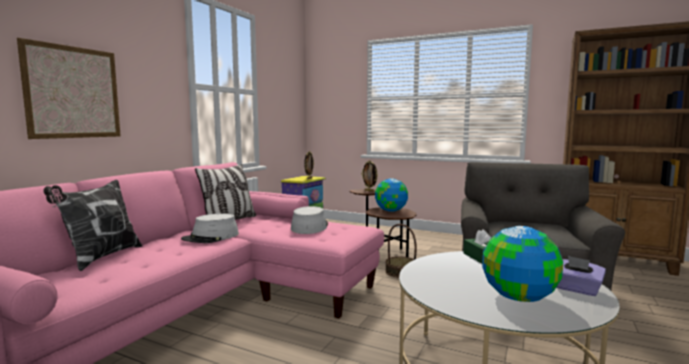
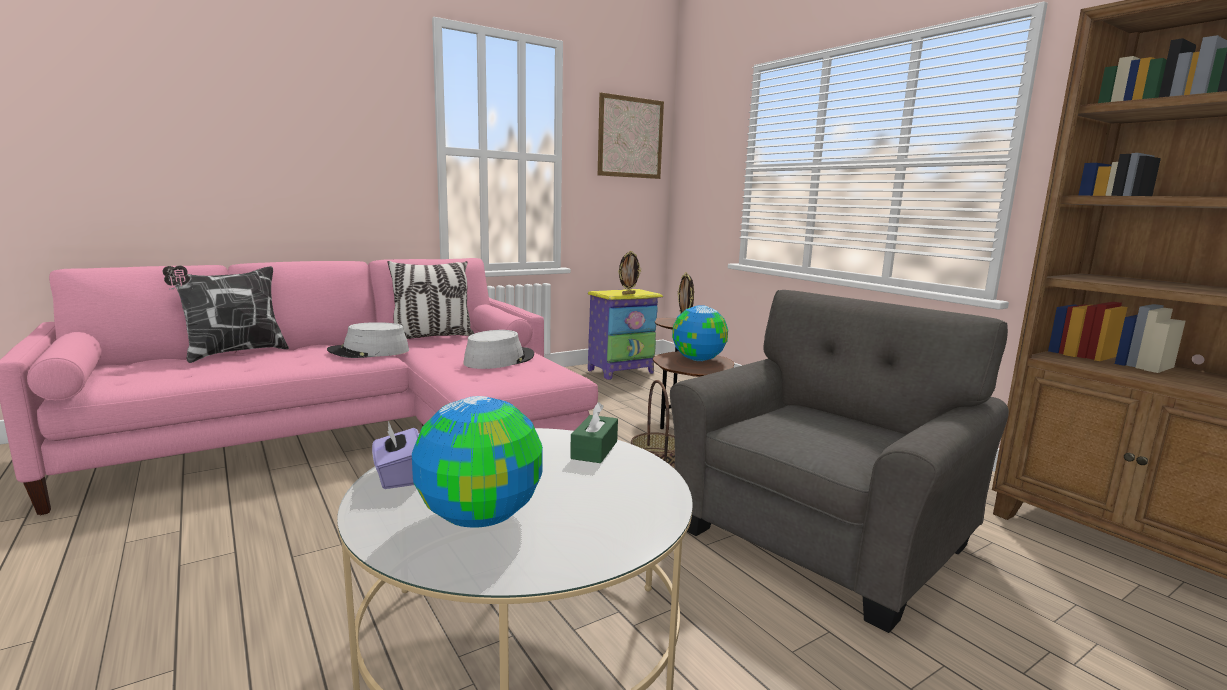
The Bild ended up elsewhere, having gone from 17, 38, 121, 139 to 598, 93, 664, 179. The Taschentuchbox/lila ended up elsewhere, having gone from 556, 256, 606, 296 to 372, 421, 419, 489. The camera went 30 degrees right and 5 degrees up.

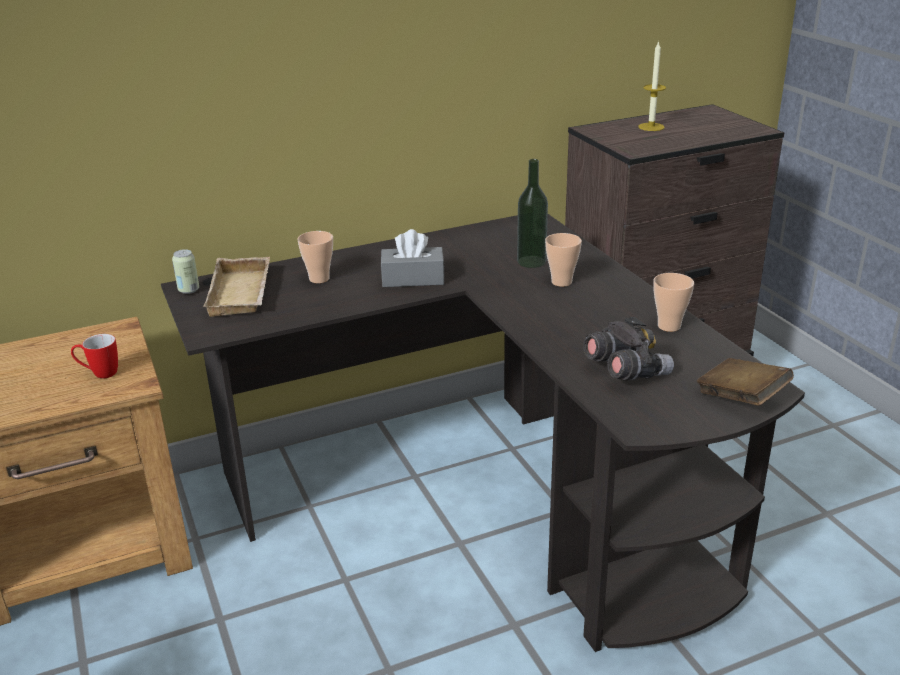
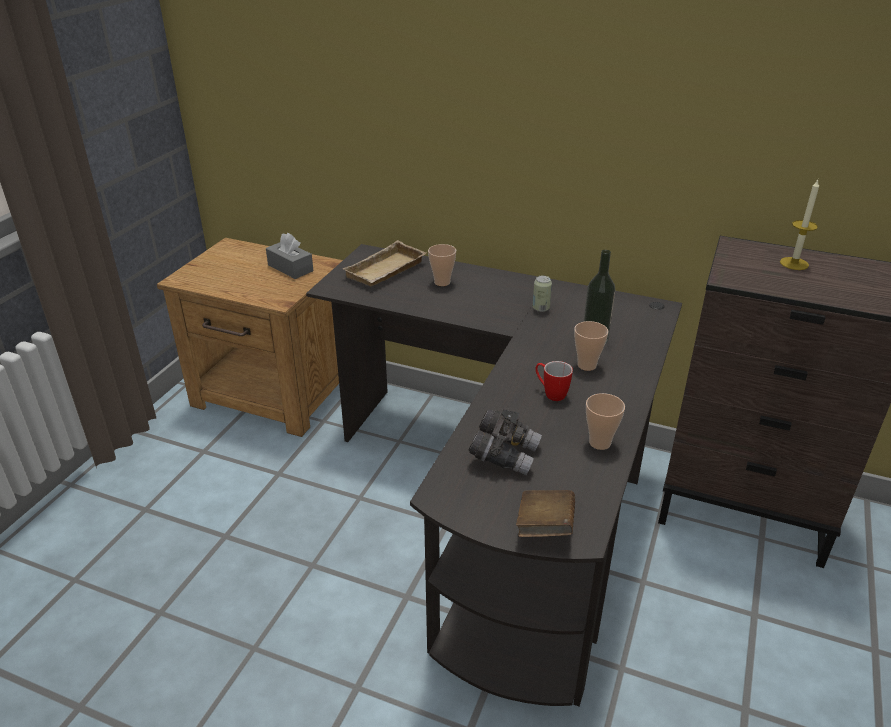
The Henkelbecher ended up elsewhere, having gone from 71, 334, 118, 378 to 535, 361, 573, 401. The Dose ended up elsewhere, having gone from 172, 249, 199, 294 to 532, 275, 552, 312. The Taschentuchbox/grau ended up elsewhere, having gone from 381, 229, 445, 287 to 266, 233, 313, 279. The camera went 45 degrees right and 5 degrees up.

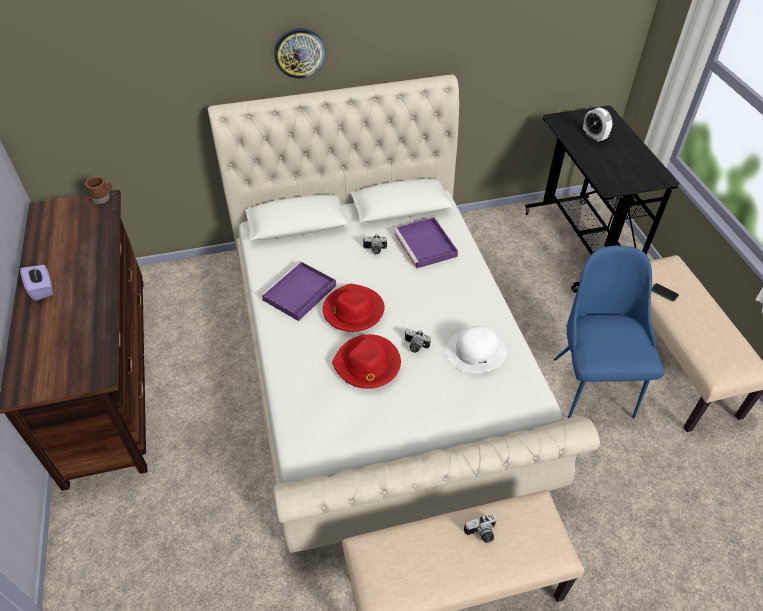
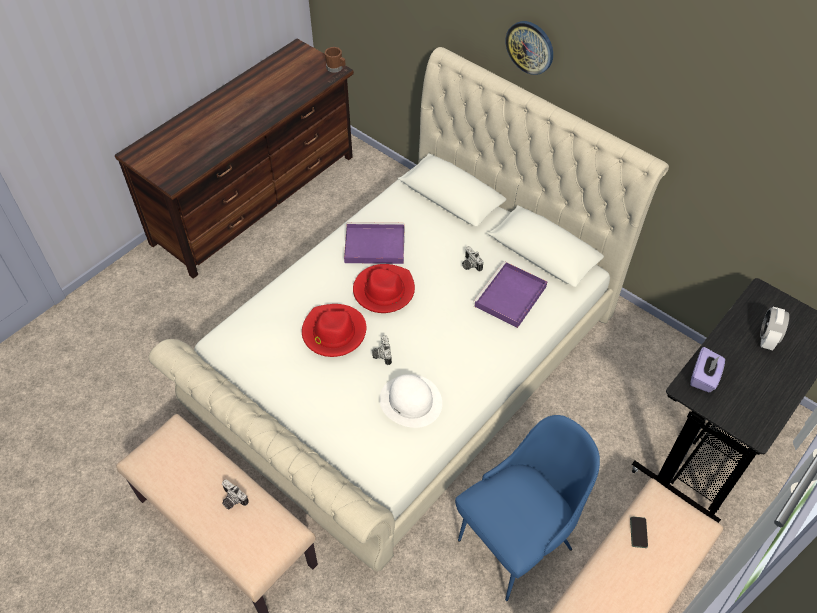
The Taschentuchbox/lila ended up elsewhere, having gone from 20, 265, 53, 301 to 690, 347, 725, 392. The camera went 55 degrees right and 5 degrees up.

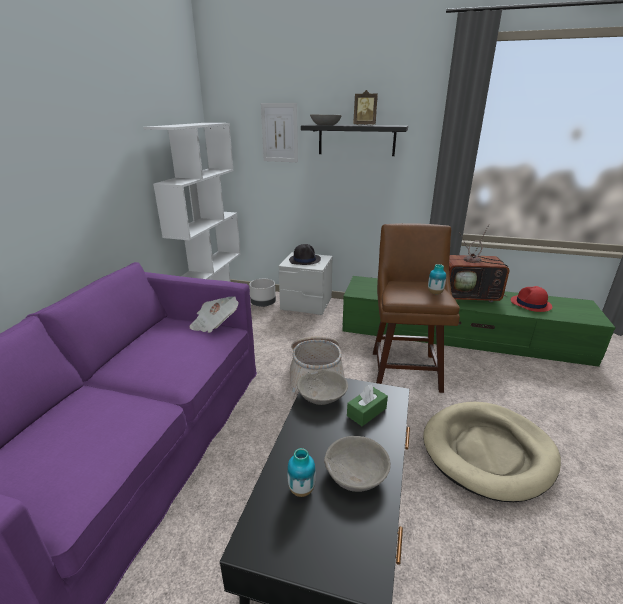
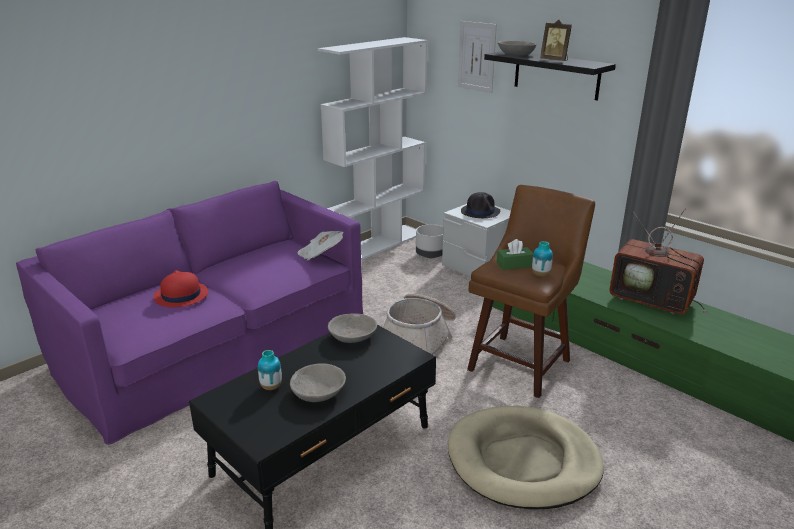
The Taschentuchbox/grün ended up elsewhere, having gone from 347, 385, 388, 426 to 497, 239, 533, 270. The Hut/rot ended up elsewhere, having gone from 511, 286, 552, 312 to 154, 270, 209, 307. The camera went 30 degrees right and 0 degrees up.

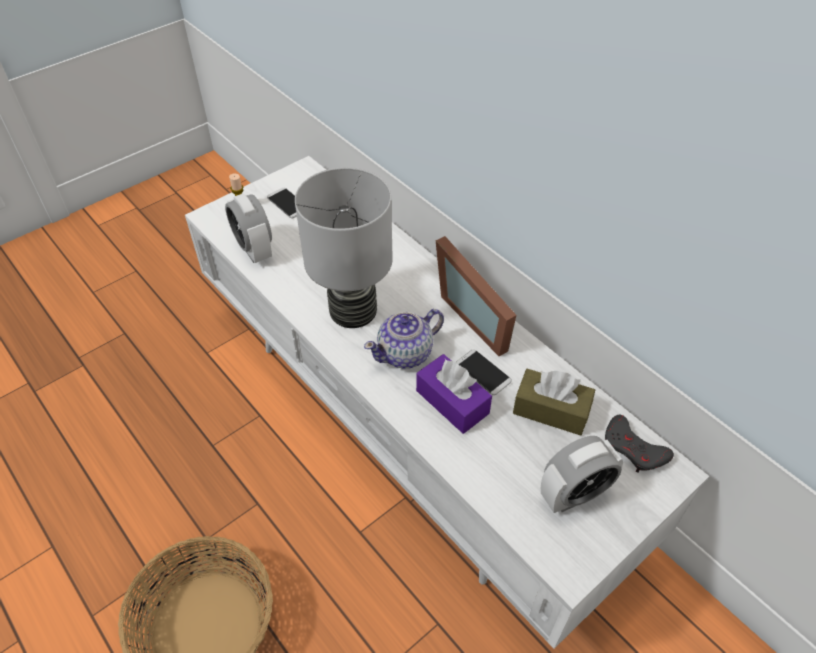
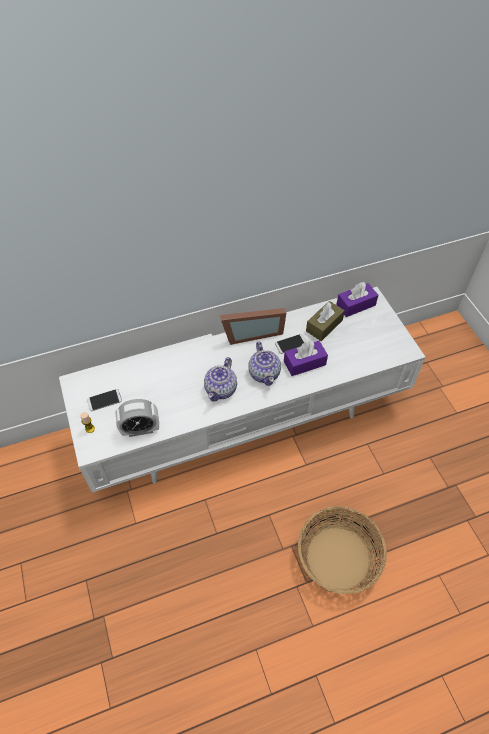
The second view lost the Wecker at 541, 436, 623, 513. Where the Tischlampe/grau stood at 295, 167, 393, 328, the Teekanne came to stand at 204, 357, 237, 402. Where the Gamepad/grau stood at 605, 415, 674, 473, the Taschentuchbox/lila came to stand at 336, 282, 378, 317. The camera went 70 degrees left and 5 degrees up.

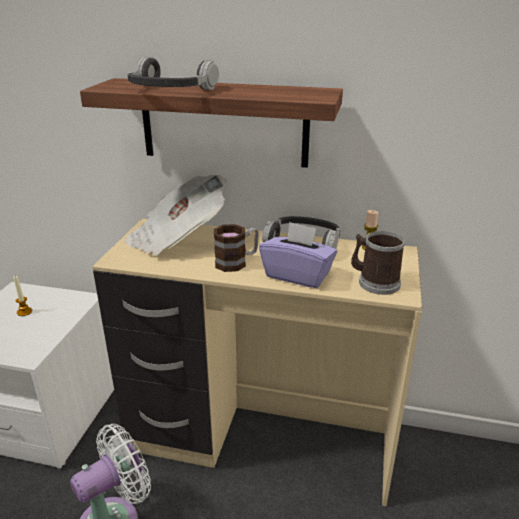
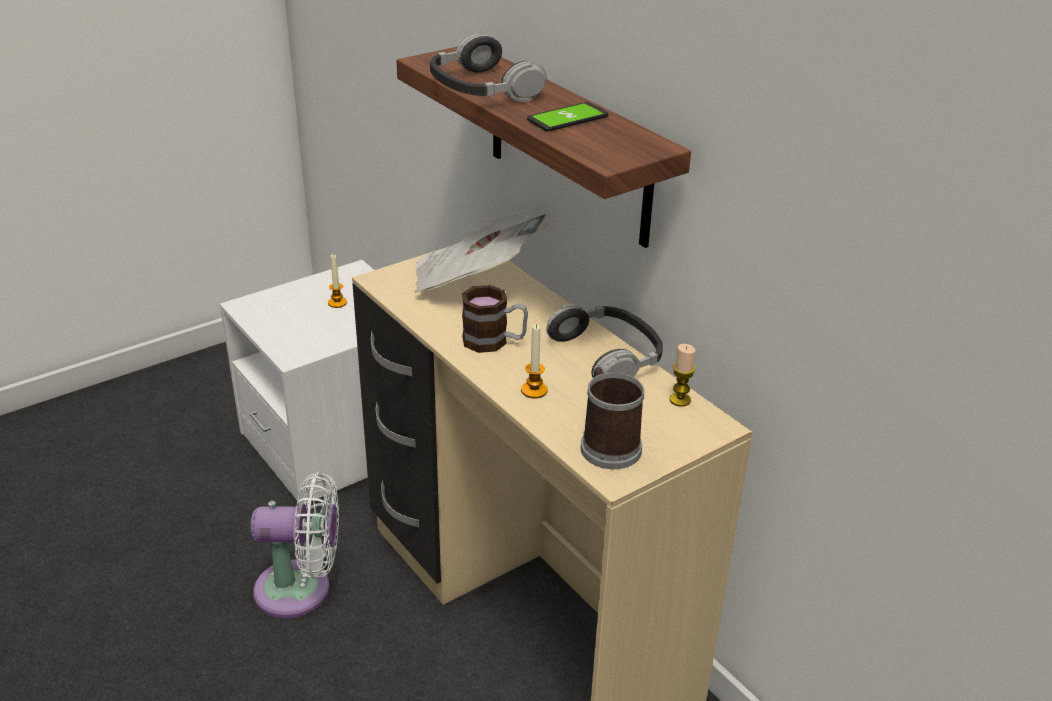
The second view gained the Handy at 527, 102, 609, 131. Where the Taschentuchbox/lila stood at 259, 222, 337, 288, the Kerze came to stand at 521, 324, 548, 398. The camera went 40 degrees right and 5 degrees up.

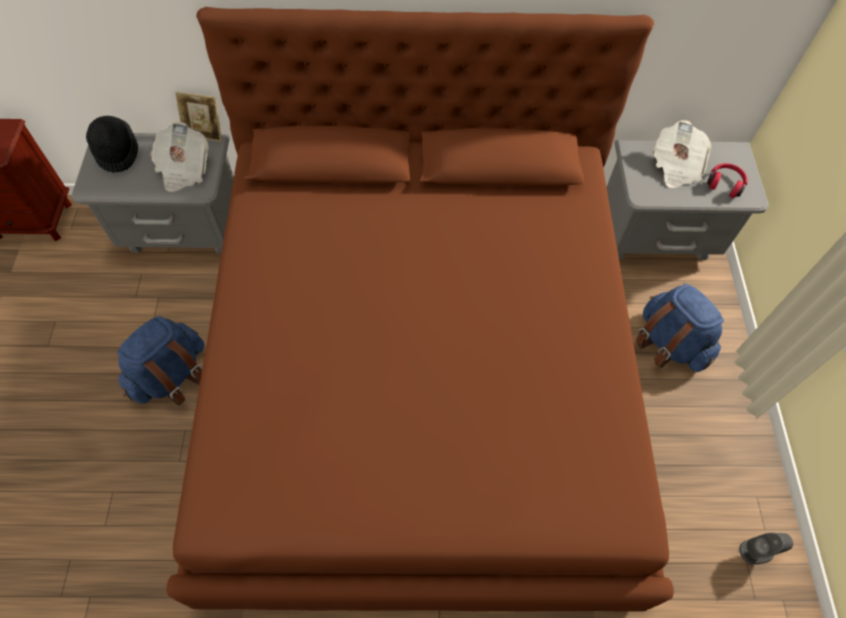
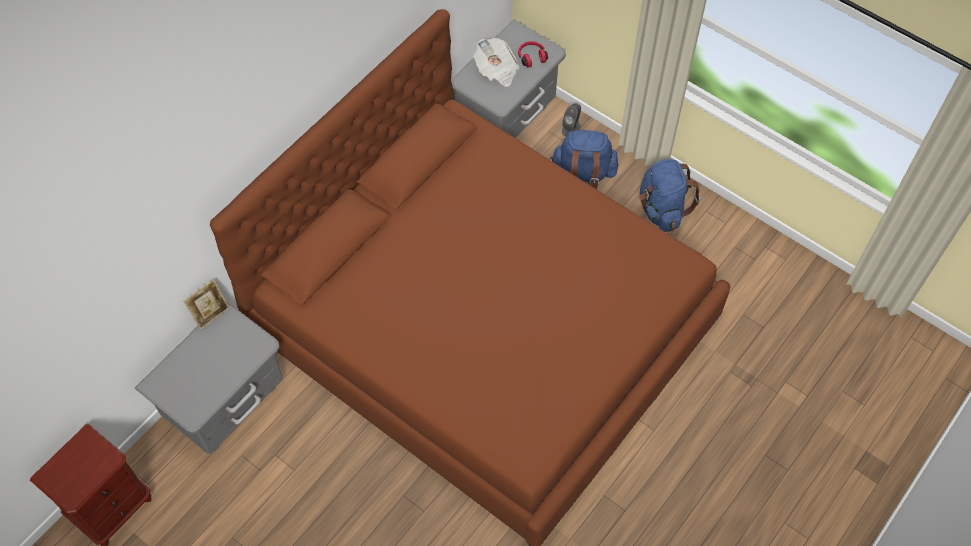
The second view lost the Hut/schwarz at 86, 116, 138, 173. The second view lost the Zeitung at 150, 122, 209, 192. The Rucksack/blau ended up elsewhere, having gone from 117, 316, 204, 406 to 639, 159, 701, 232. The Lautsprecher/grau ended up elsewhere, having gone from 739, 533, 793, 564 to 562, 103, 581, 136. The camera went 50 degrees left and 0 degrees up.

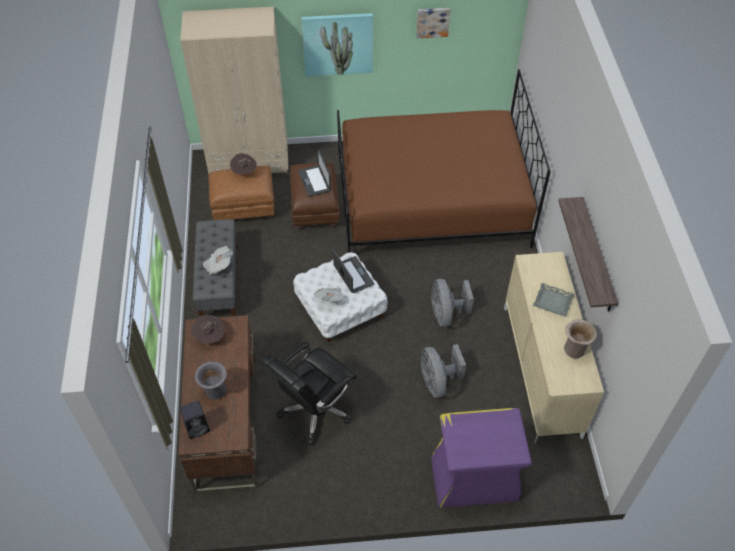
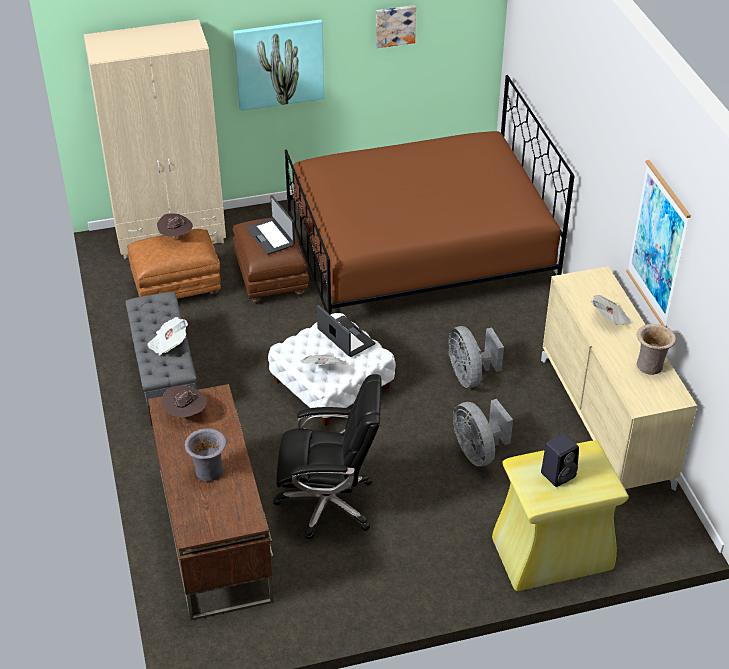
The Lautsprecher/schwarz ended up elsewhere, having gone from 180, 401, 210, 439 to 541, 433, 579, 487. Where the Tablett/grau stood at 533, 283, 574, 317, the Zeitung came to stand at 591, 295, 633, 326. Where the Wandregal hung at 558, 197, 618, 311, the Bild came to hang at 626, 160, 691, 327. What was the Nachttisch/lila at 431, 408, 532, 508 turned into the Nachttisch/gelb at 492, 440, 629, 591. The Bürostuhl/schwarz at 261, 342, 357, 445 ended up facing another way, 120 degrees counterclockwise from before. The camera went 10 degrees left and 10 degrees down.

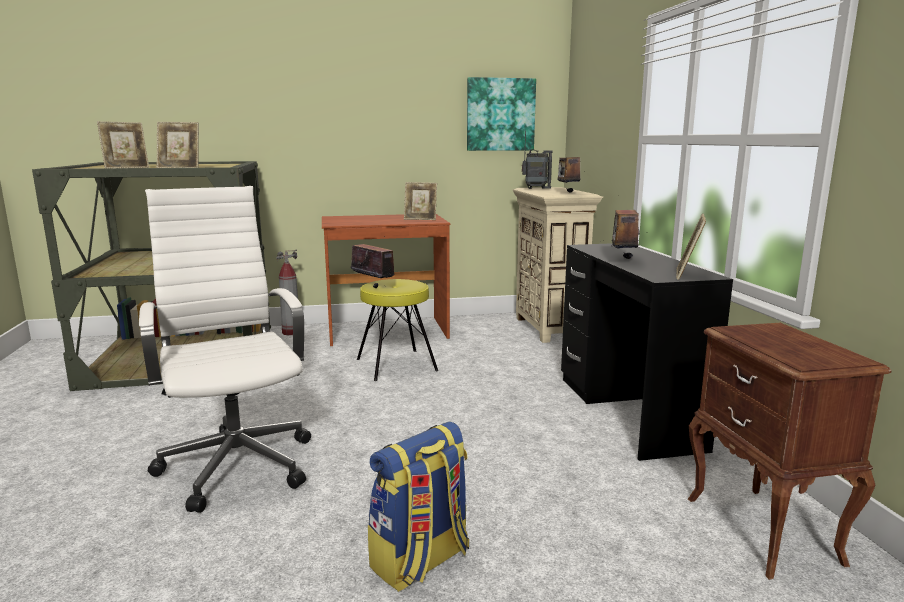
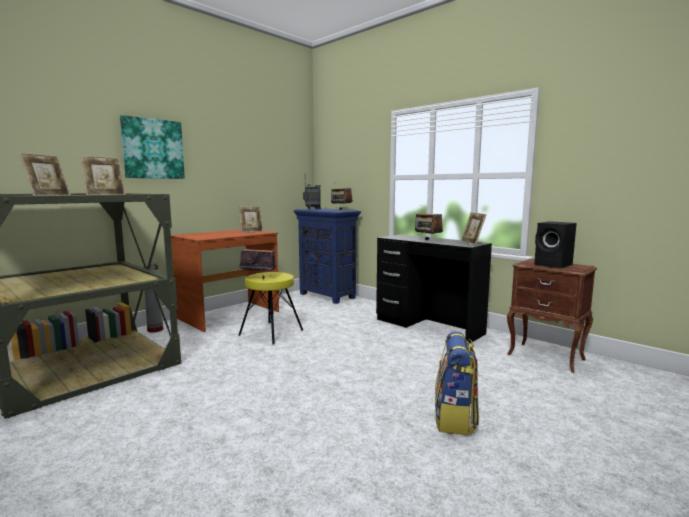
The second view lost the Bürostuhl/weiß at 139, 186, 311, 513. The second view gained the Lautsprecher/schwarz at 534, 221, 577, 268. The Bild ended up elsewhere, having gone from 467, 77, 536, 151 to 120, 115, 185, 179. What was the Schrank/beige at 512, 187, 603, 343 turned into the Schrank/blau at 293, 208, 361, 304. The camera went 35 degrees left and 5 degrees down.

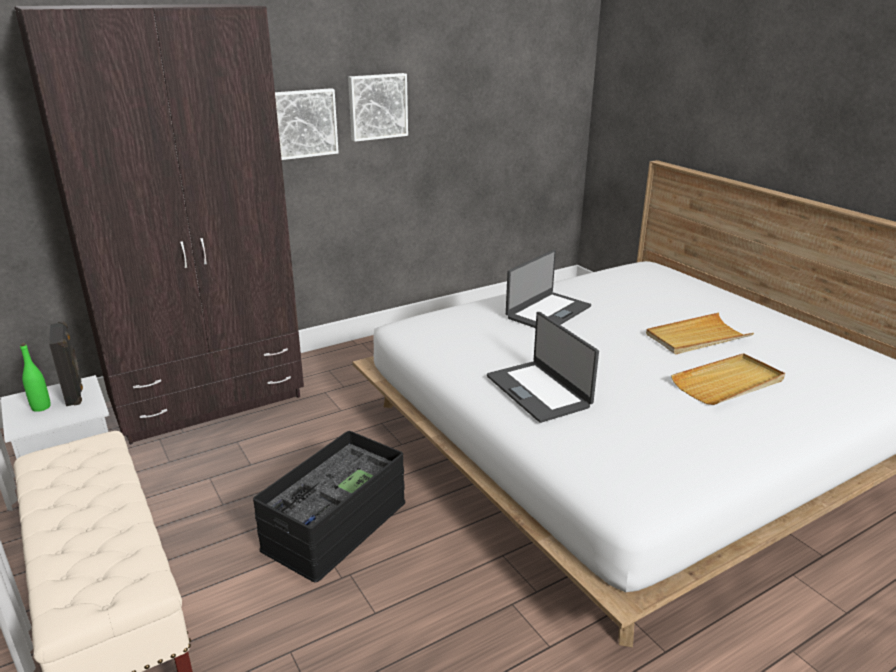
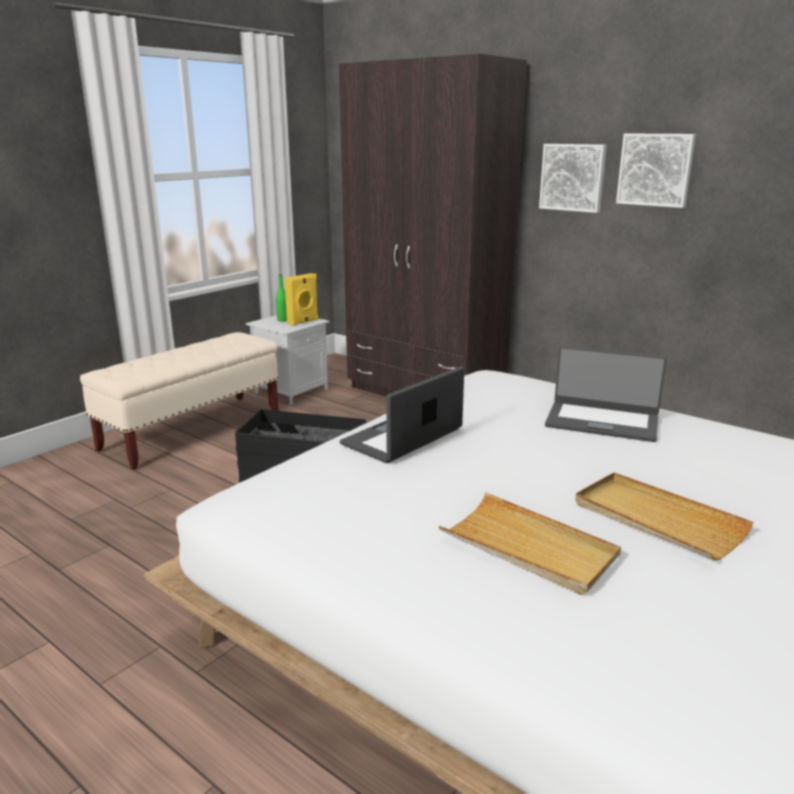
What was the Lautsprecher/schwarz at 49, 321, 83, 406 turned into the Lautsprecher/gelb at 284, 273, 318, 326. The camera went 70 degrees right and 5 degrees down.

